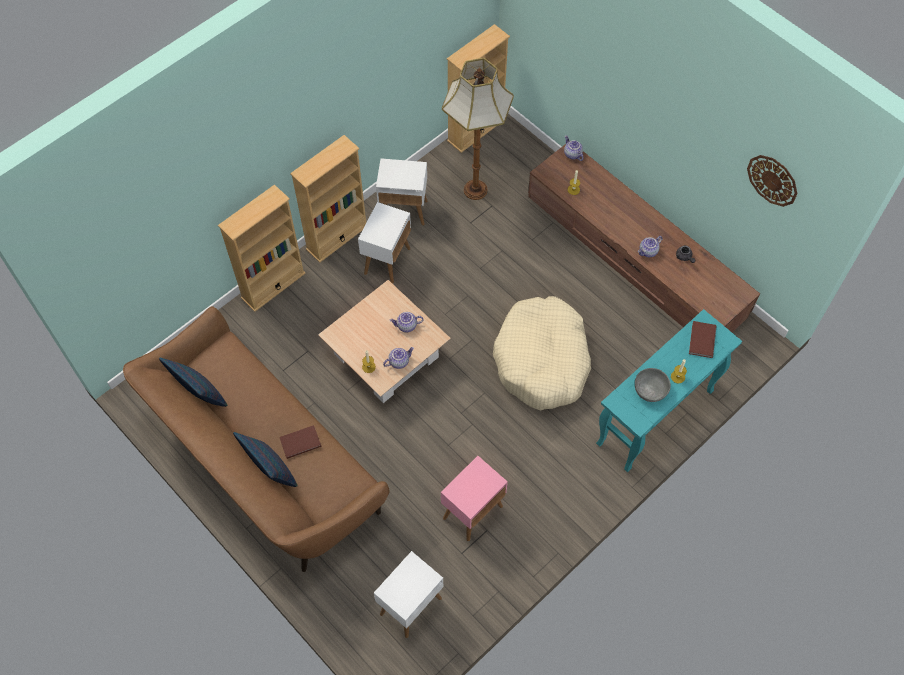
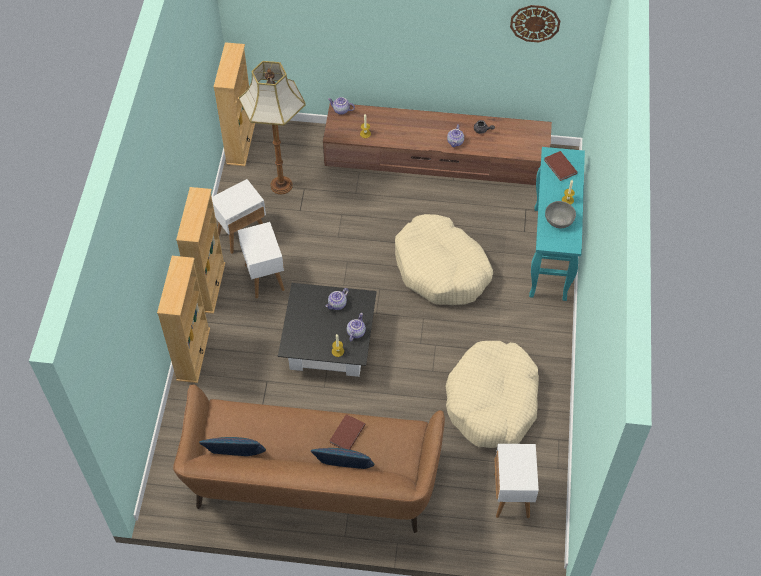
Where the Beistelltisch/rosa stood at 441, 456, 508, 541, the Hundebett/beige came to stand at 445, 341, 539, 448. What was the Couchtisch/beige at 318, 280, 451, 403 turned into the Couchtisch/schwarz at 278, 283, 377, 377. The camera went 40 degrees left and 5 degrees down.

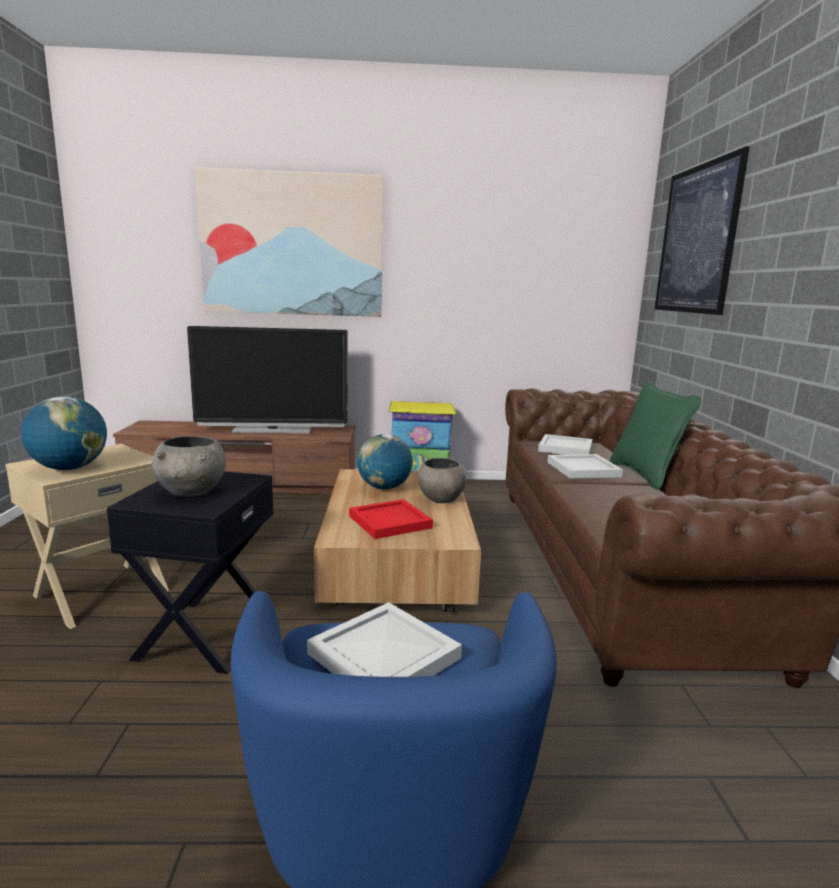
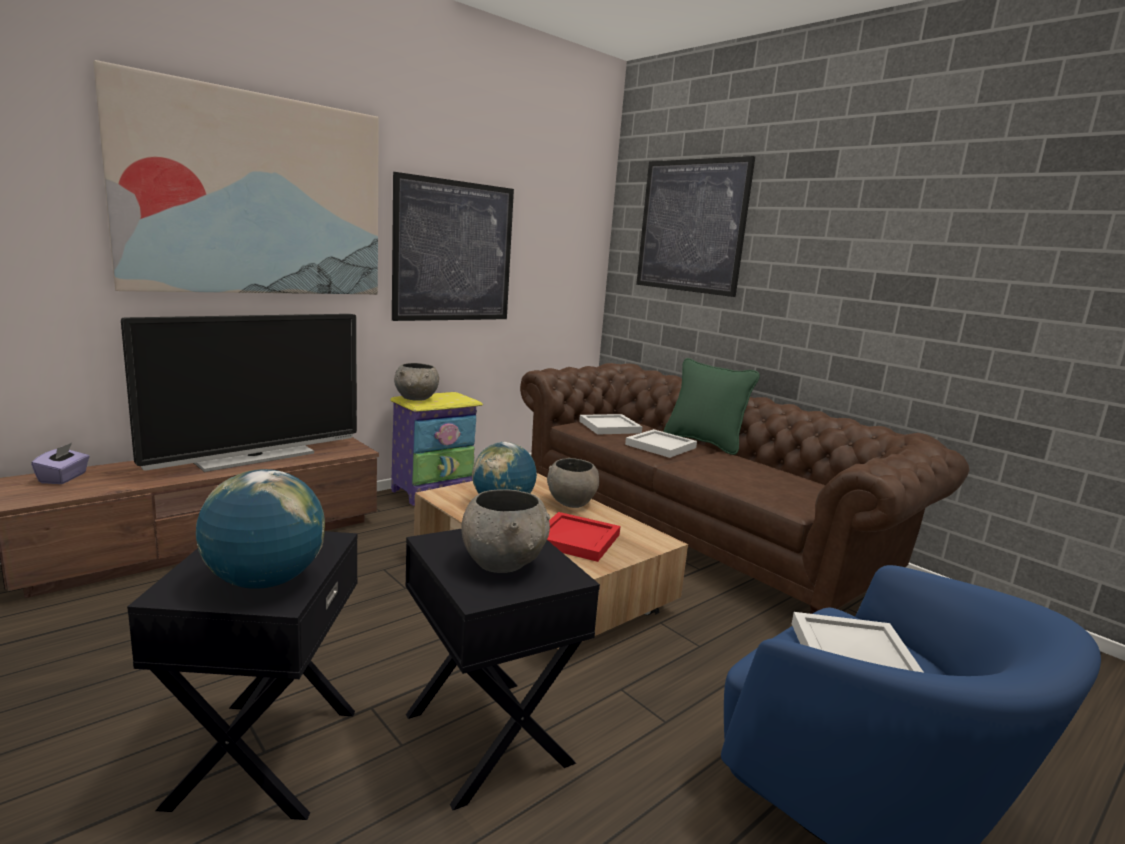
The second view gained the Taschentuchbox/lila at 31, 443, 90, 484. The second view gained the Bild at 392, 172, 514, 321. The second view gained the Schüssel/grau at 394, 363, 439, 401. What was the Beistelltisch/beige at 6, 444, 169, 629 turned into the Beistelltisch/schwarz at 127, 531, 358, 820. The camera went 40 degrees left and 0 degrees up.

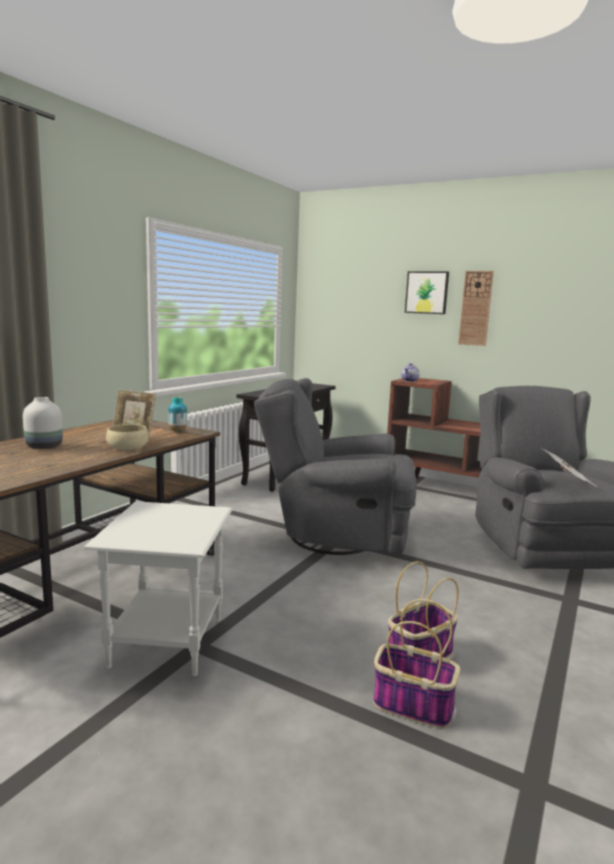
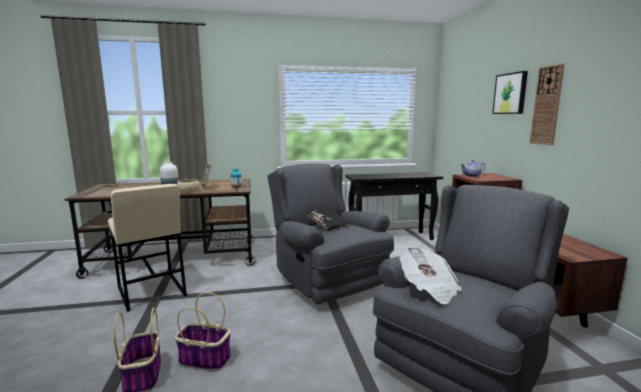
The second view gained the Buch/schwarz at 306, 206, 349, 232. Where the Beistelltisch/weiß stood at 84, 501, 232, 676, the Stuhl/beige came to stand at 108, 184, 187, 312. The camera went 50 degrees right and 0 degrees up.

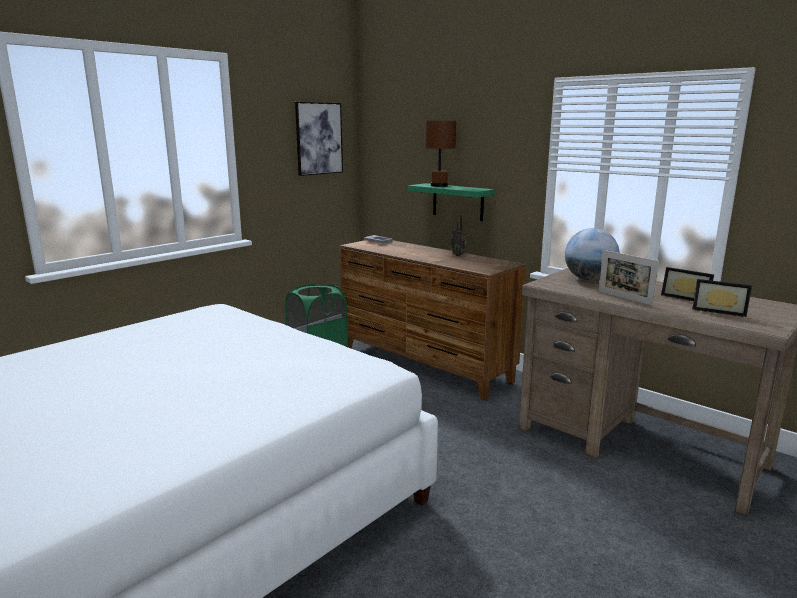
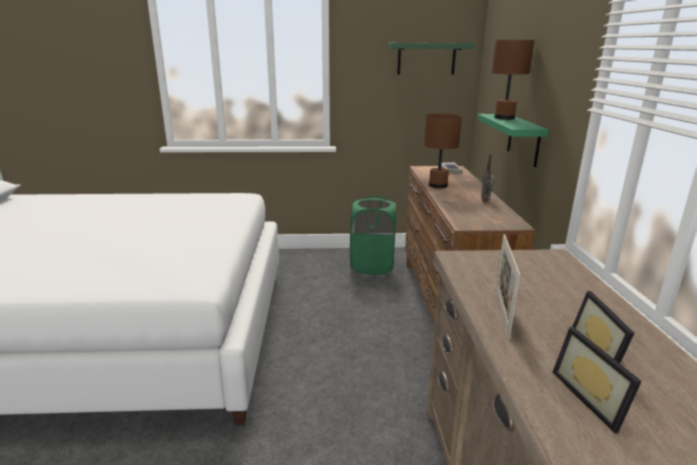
The second view lost the Globus at 565, 228, 620, 281. The second view gained the Tischlampe/braun at 424, 113, 462, 188. Where the Bild hung at 295, 102, 343, 176, the Wandregal/grün came to hang at 387, 43, 475, 75. The camera went 45 degrees right and 5 degrees up.

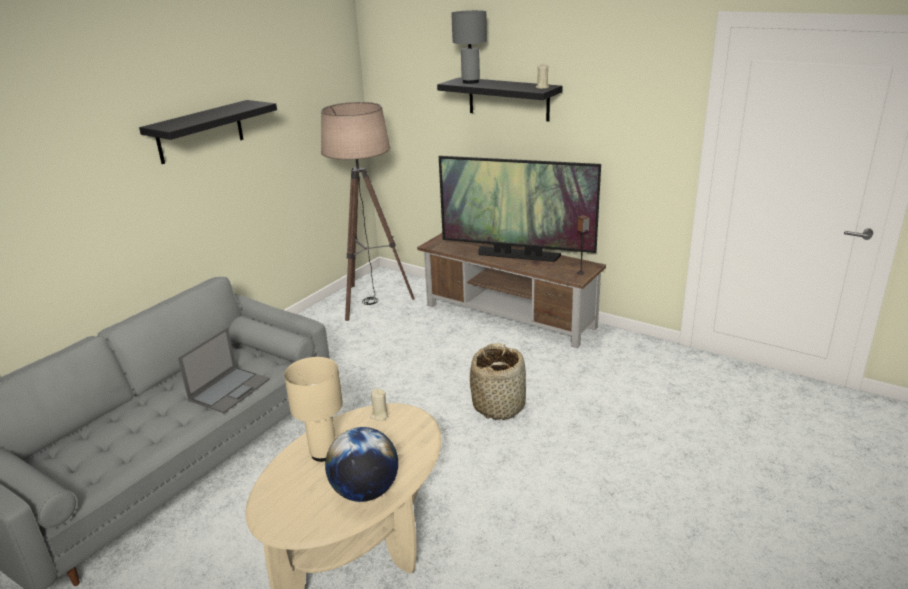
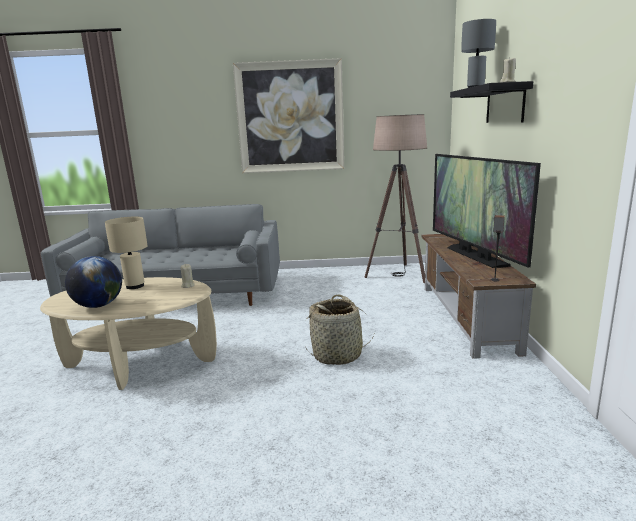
The second view lost the Laptop at 178, 328, 270, 413. Where the Wandregal/schwarz hung at 139, 100, 277, 164, the Bild came to hang at 233, 58, 344, 173. The camera went 55 degrees right and 10 degrees down.

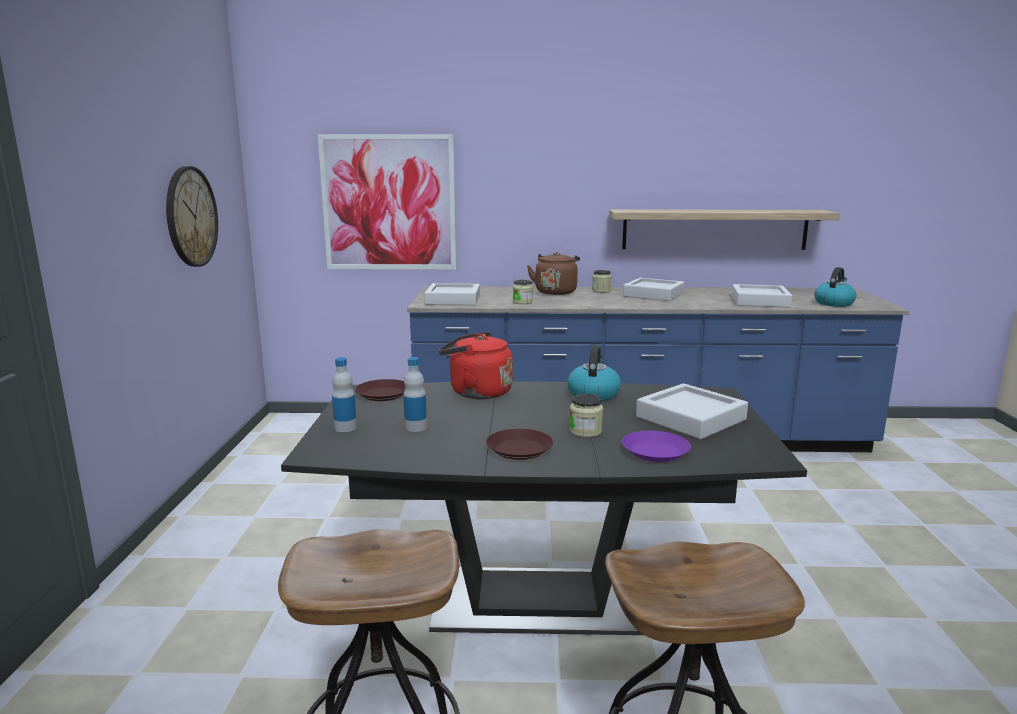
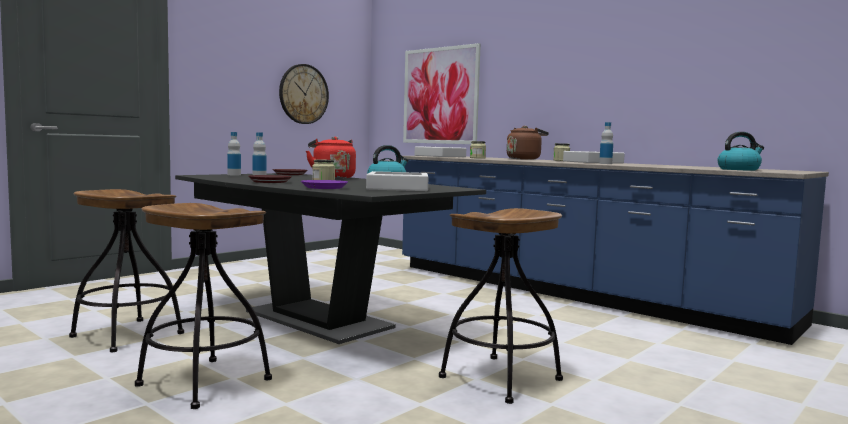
The second view lost the Wandregal at 609, 209, 840, 250. The second view lost the Tablett/grau at 732, 284, 792, 308. The second view gained the Hocker/braun at 439, 208, 563, 404. The second view gained the Flasche at 599, 122, 613, 164. The camera went 40 degrees right and 10 degrees down.

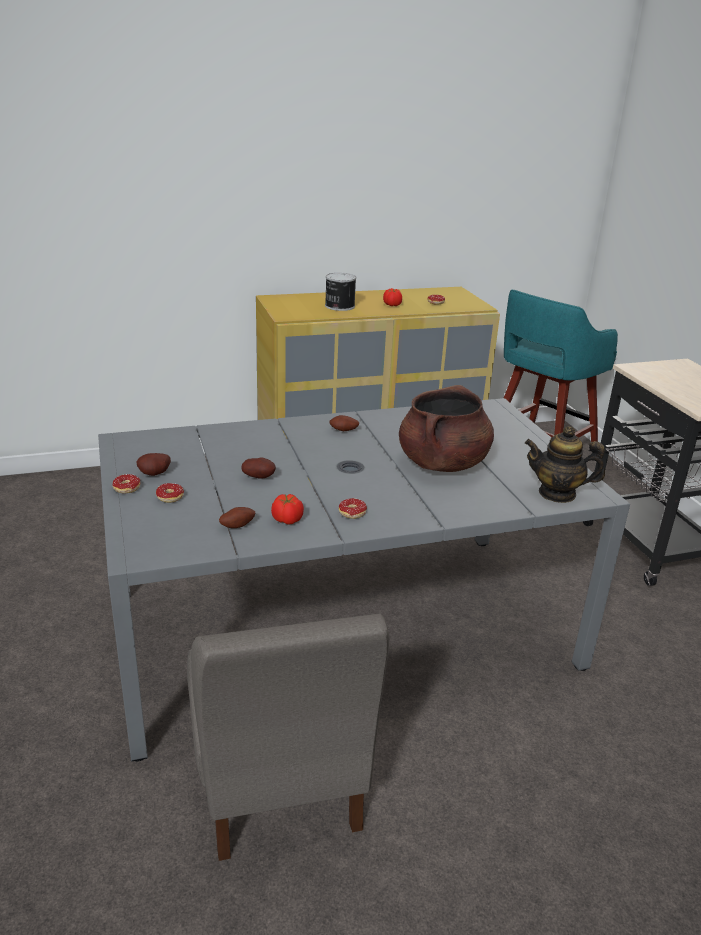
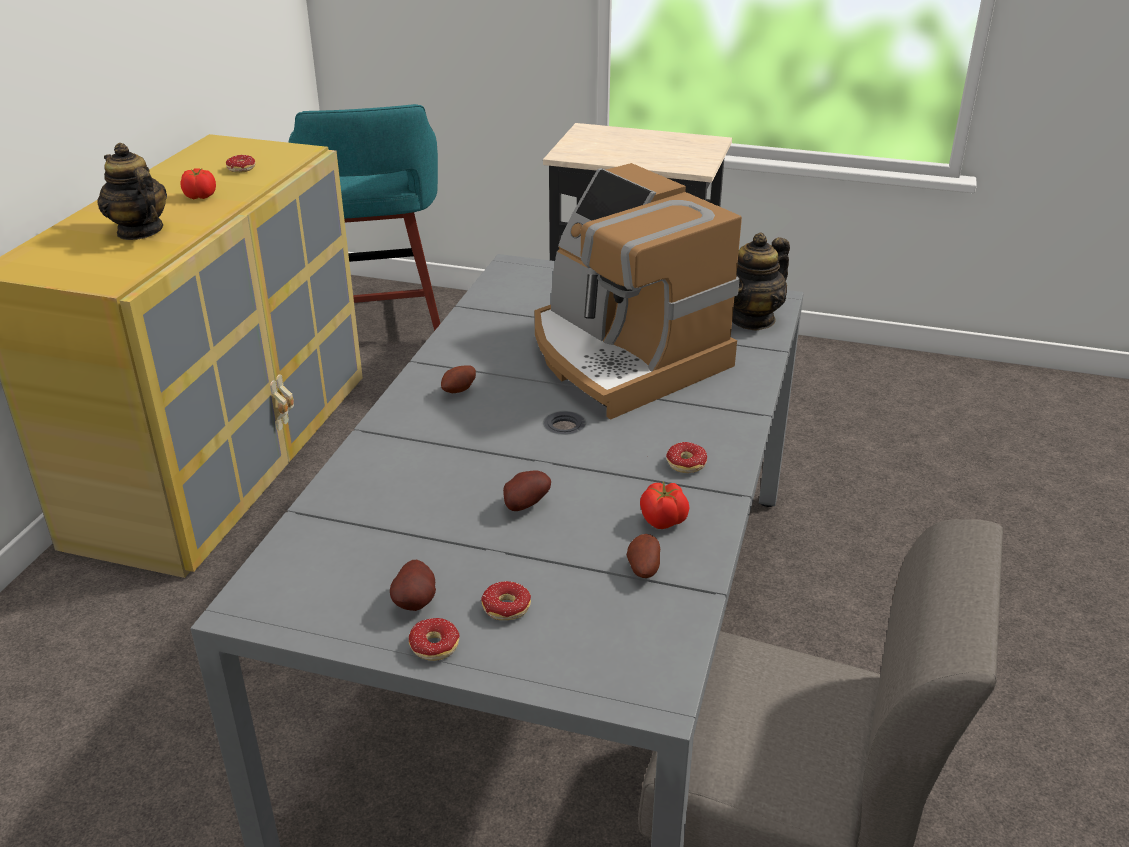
Where the Dose stood at 325, 272, 356, 311, the Teekanne came to stand at 98, 143, 167, 240. Where the Kochtopf/braun stood at 399, 385, 494, 472, the Kaffeemaschine came to stand at 535, 163, 742, 420. The camera went 55 degrees left and 5 degrees up.

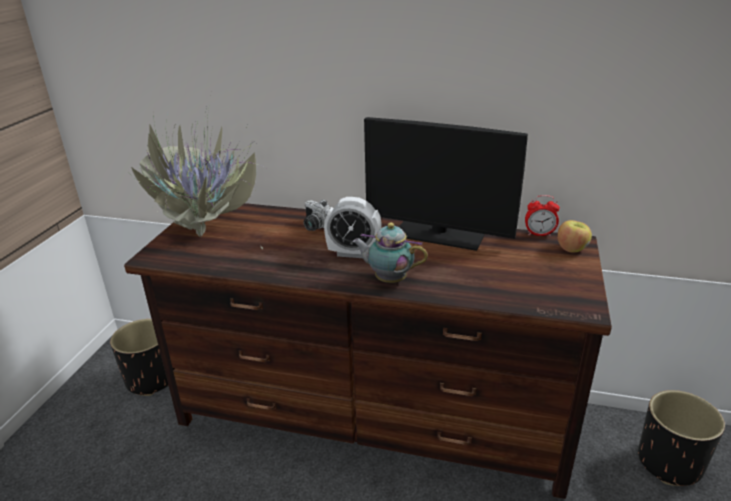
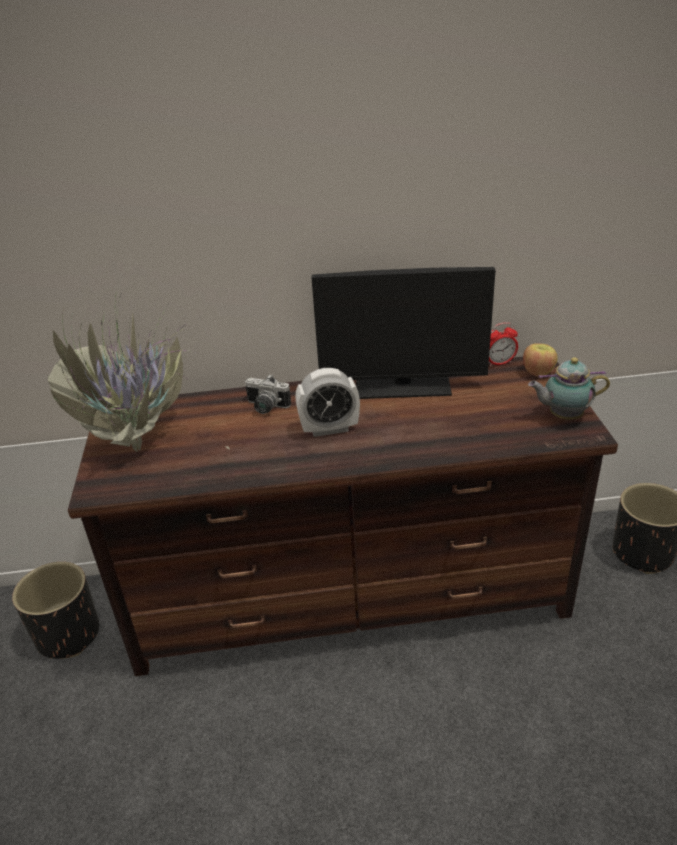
The Teekanne ended up elsewhere, having gone from 352, 223, 428, 283 to 528, 357, 610, 420. The camera went 20 degrees left and 5 degrees up.

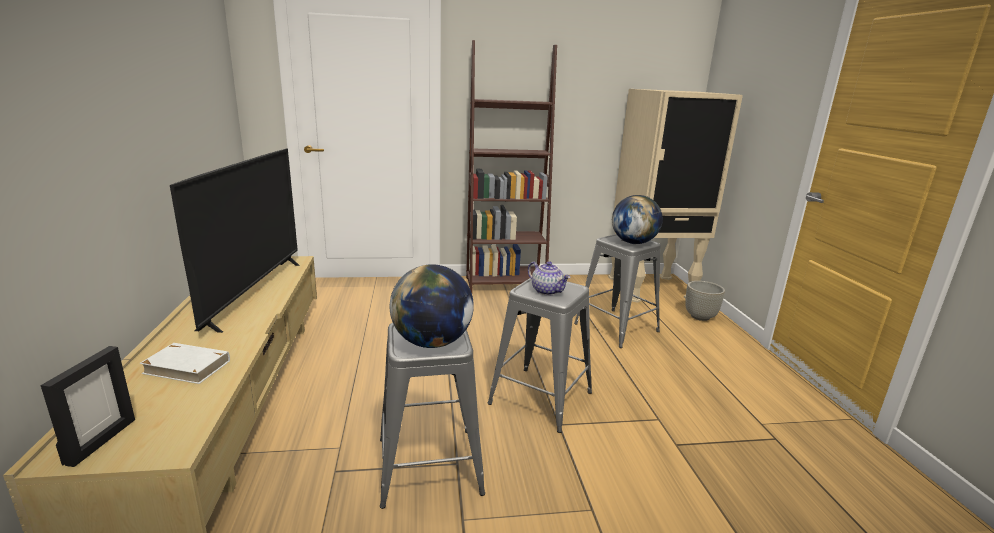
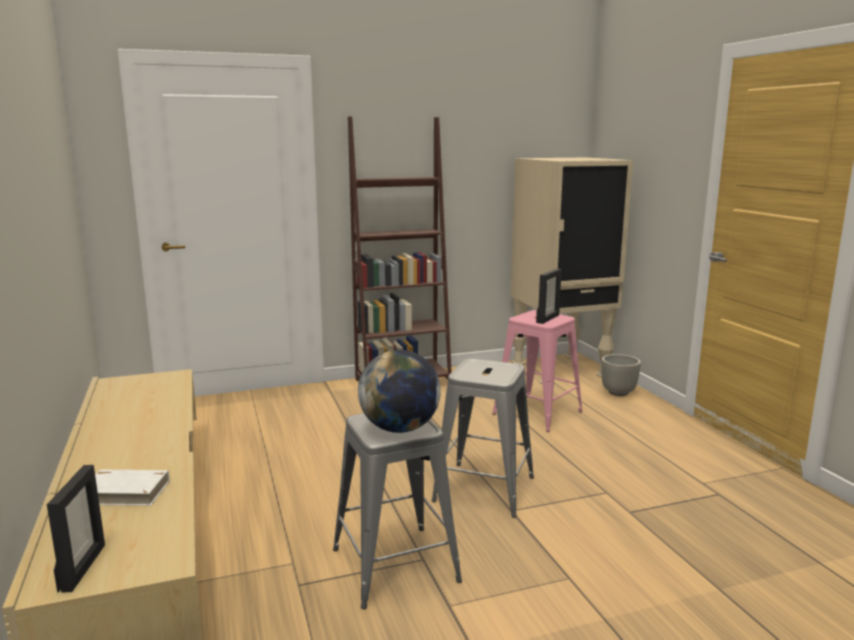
The second view lost the Fernseher at 170, 149, 300, 333. The second view lost the Teekanne at 528, 261, 571, 296. Where the Globus stood at 612, 195, 663, 244, the Bilderrahmen came to stand at 536, 269, 562, 324. What was the Hocker/grau at 574, 234, 661, 348 turned into the Hocker/rosa at 492, 310, 583, 432. The camera went 10 degrees left and 5 degrees down.

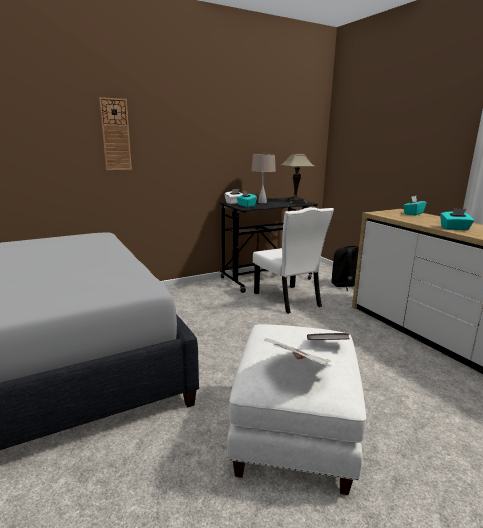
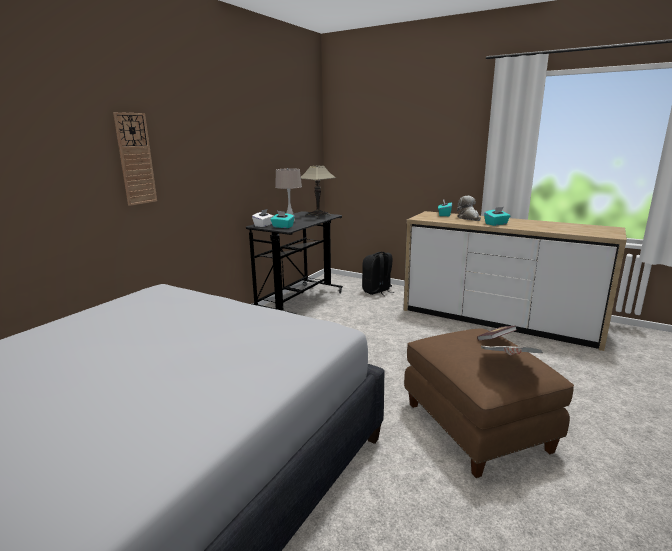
The second view lost the Stuhl/weiß at 253, 207, 334, 314. The second view gained the Plüschtier at 457, 196, 481, 221. What was the Polsterhocker/weiß at 227, 325, 366, 495 turned into the Polsterhocker/braun at 404, 328, 574, 478. The camera went 30 degrees left and 0 degrees up.

